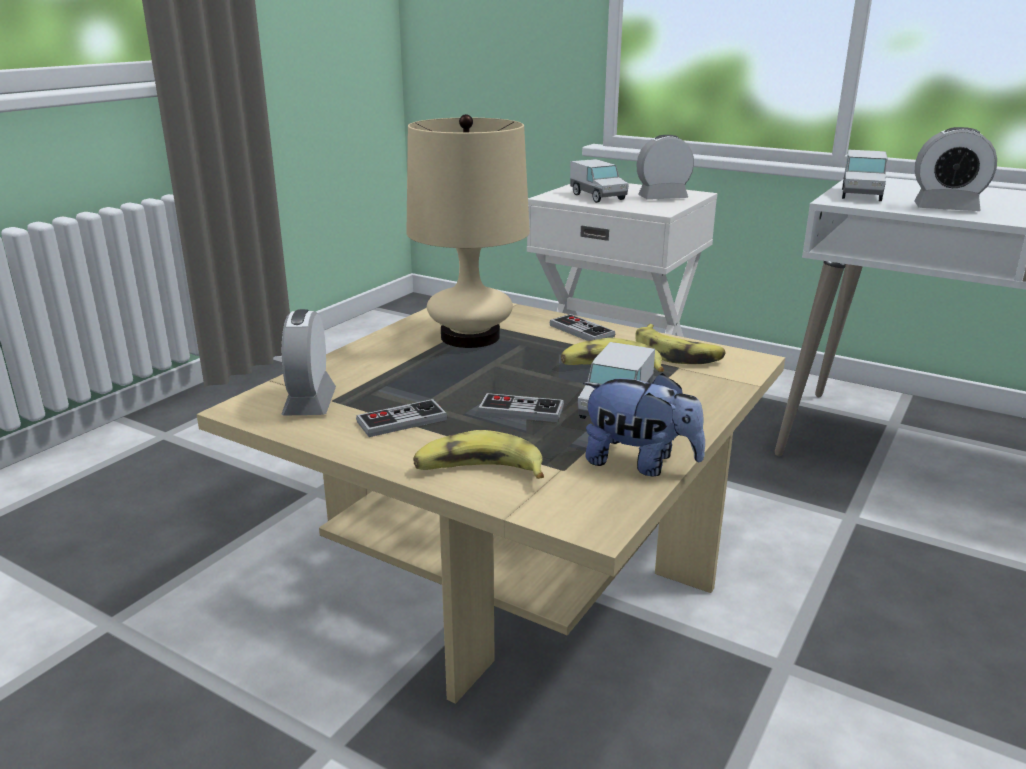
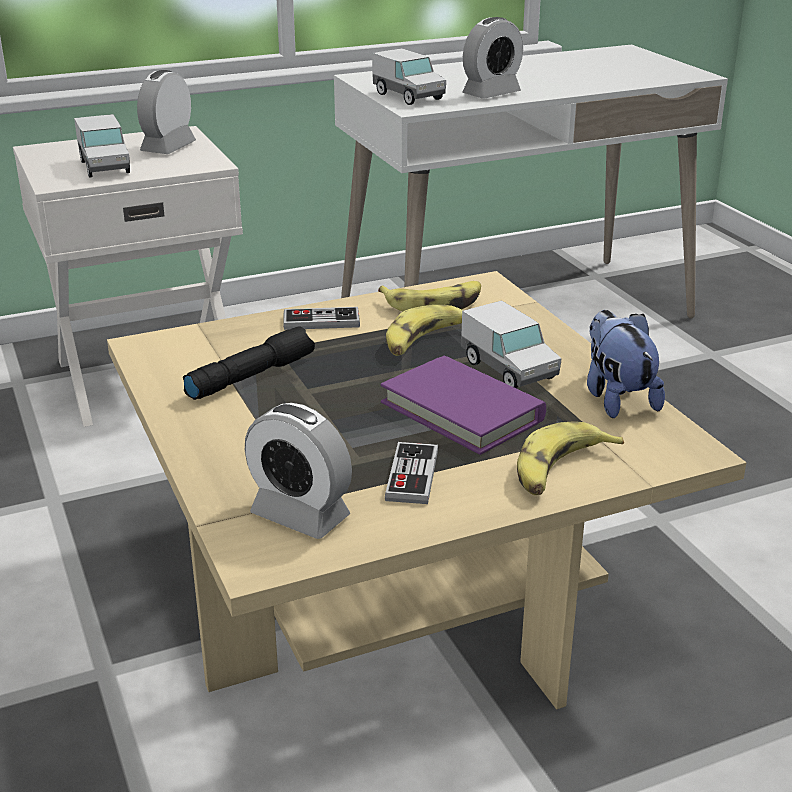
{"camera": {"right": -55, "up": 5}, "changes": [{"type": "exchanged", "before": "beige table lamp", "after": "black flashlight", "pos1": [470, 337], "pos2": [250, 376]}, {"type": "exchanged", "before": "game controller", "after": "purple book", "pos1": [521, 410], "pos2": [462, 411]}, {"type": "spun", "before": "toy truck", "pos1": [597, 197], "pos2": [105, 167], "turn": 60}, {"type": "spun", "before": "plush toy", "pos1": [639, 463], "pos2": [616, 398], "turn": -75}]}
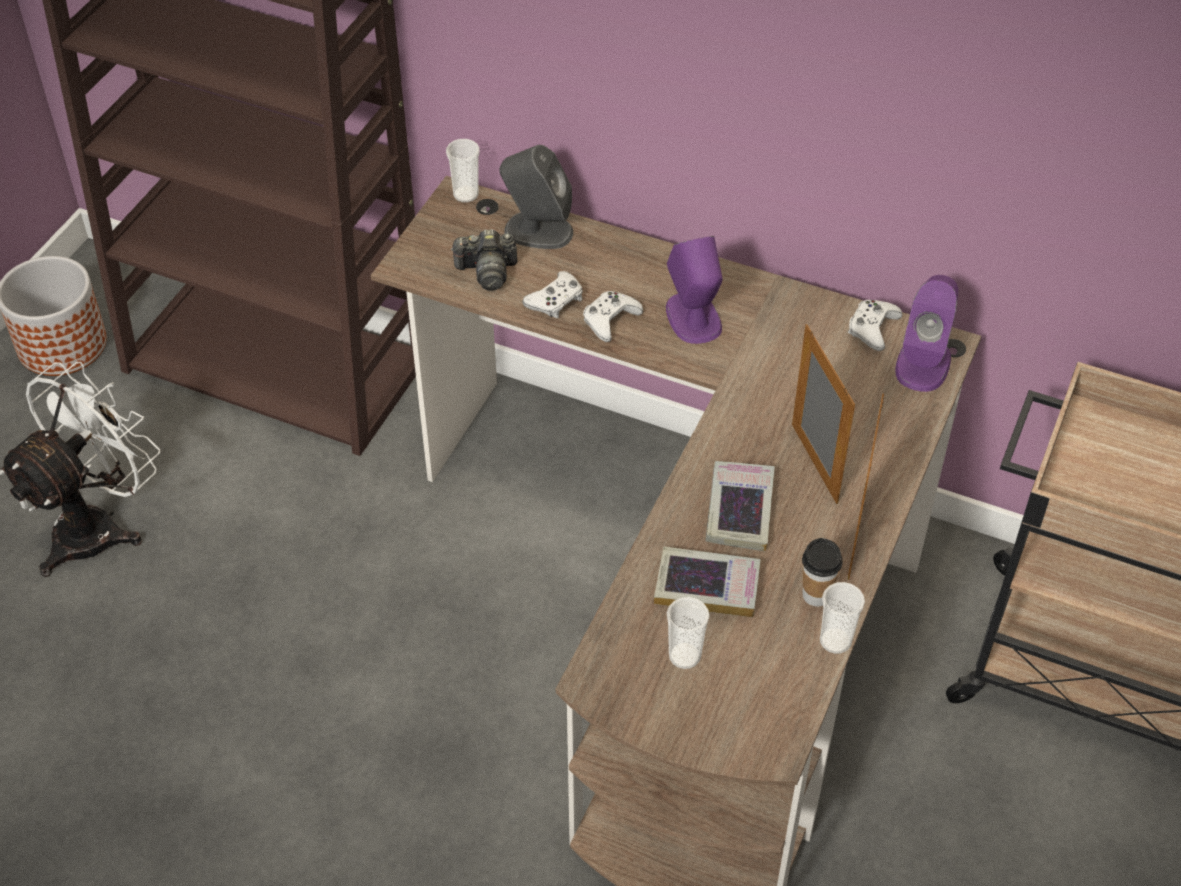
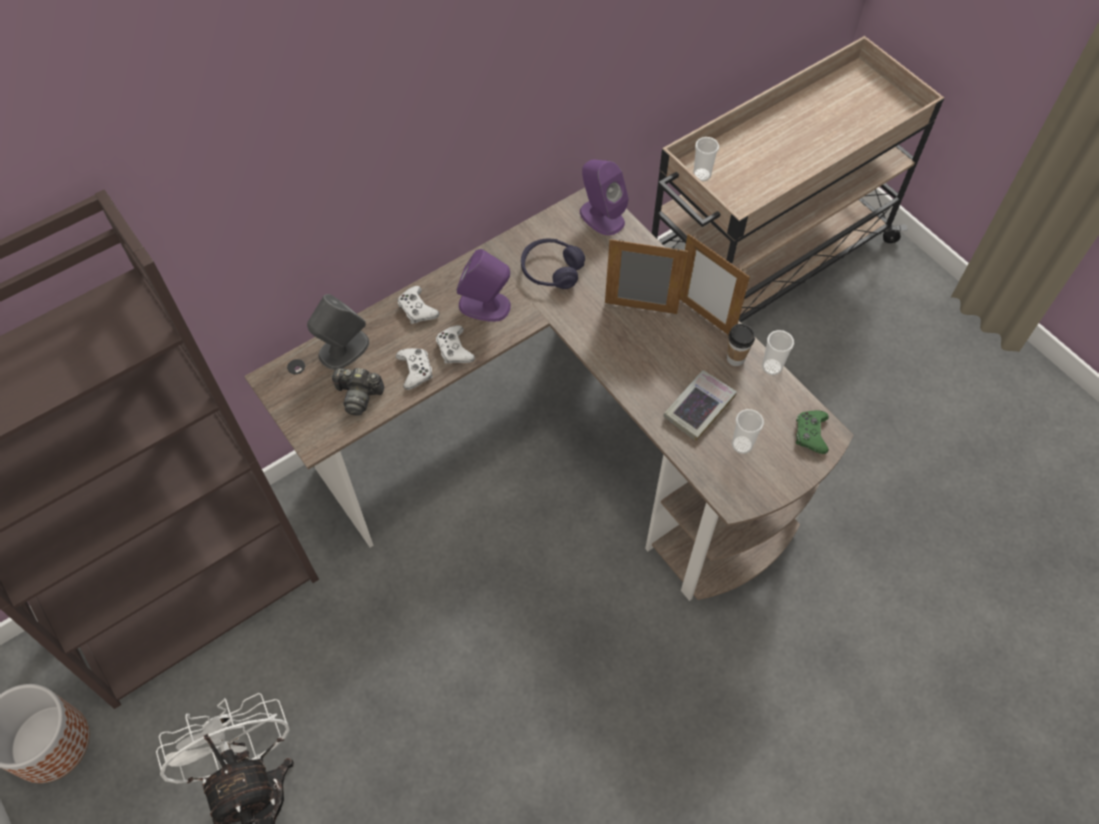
{"camera": {"right": -60, "up": 10}, "changes": [{"type": "relocated", "before": "cup", "pos1": [466, 194], "pos2": [702, 175]}, {"type": "spun", "before": "photo camera", "pos1": [487, 271], "pos2": [358, 396], "turn": 75}, {"type": "missing", "before": "book", "pos1": [739, 510]}, {"type": "relocated", "before": "white game controller", "pos1": [872, 328], "pos2": [417, 309]}, {"type": "appeared", "after": "purple headphones", "pos2": [551, 270]}, {"type": "appeared", "after": "green game controller", "pos2": [810, 434]}]}
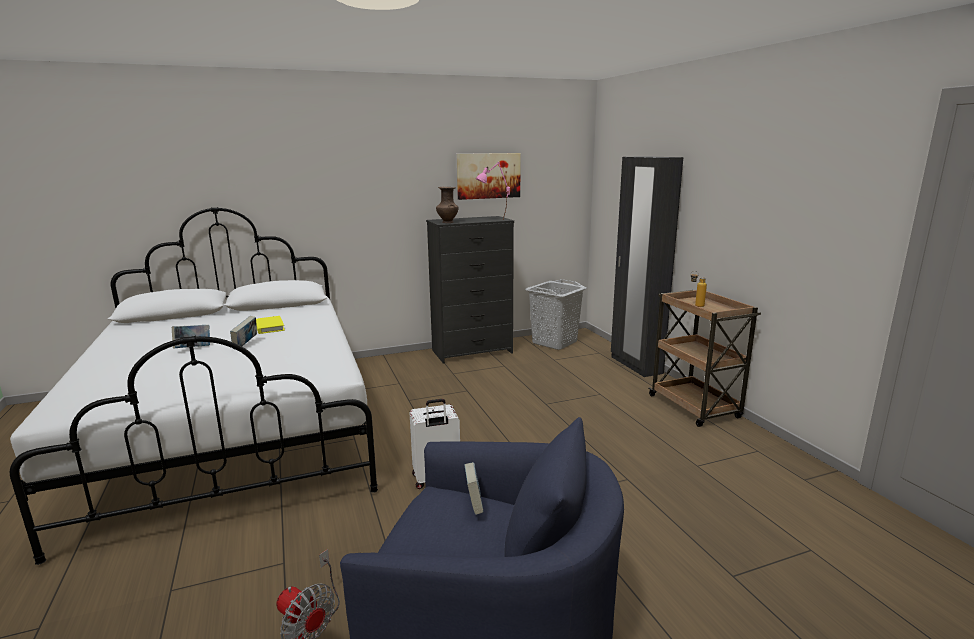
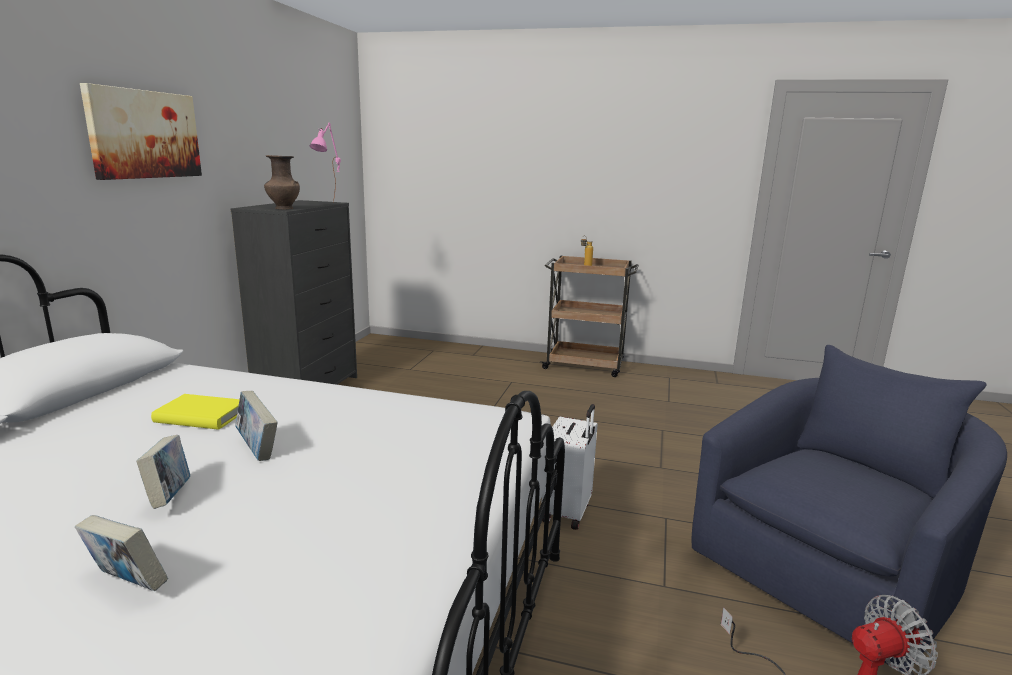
{"camera": {"right": -55, "up": 0}, "changes": [{"type": "relocated", "before": "picture", "pos1": [488, 175], "pos2": [144, 134]}, {"type": "relocated", "before": "book", "pos1": [474, 505], "pos2": [127, 585]}, {"type": "missing", "before": "grey laundry basket", "pos1": [555, 342]}, {"type": "missing", "before": "black wardrobe", "pos1": [635, 365]}]}
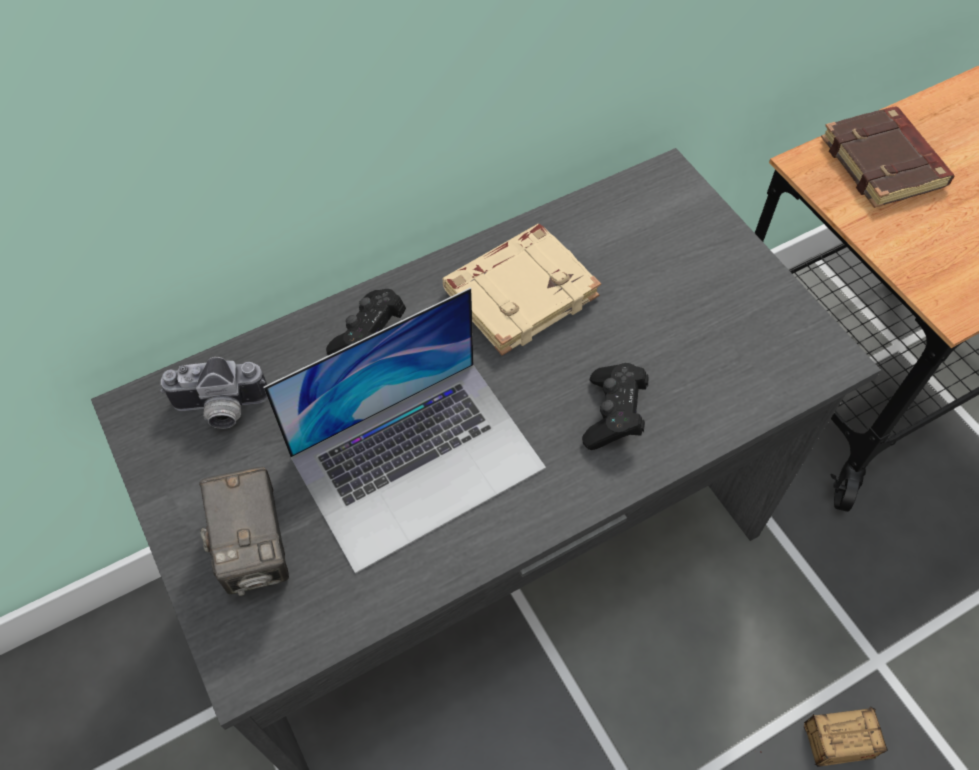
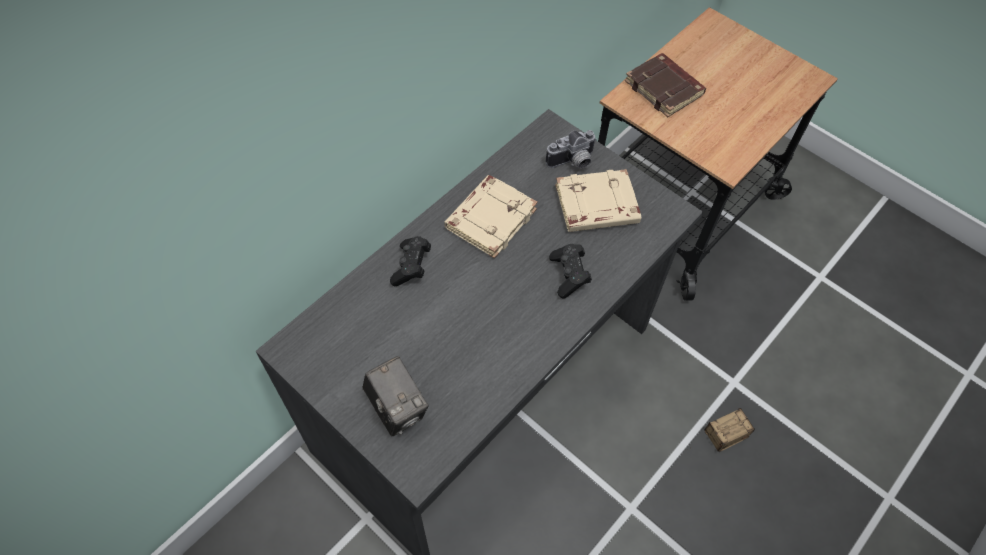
{"camera": {"right": -20, "up": 0}, "changes": [{"type": "relocated", "before": "photo camera", "pos1": [220, 410], "pos2": [572, 162]}, {"type": "missing", "before": "laptop", "pos1": [418, 461]}, {"type": "appeared", "after": "beige book", "pos2": [596, 206]}]}
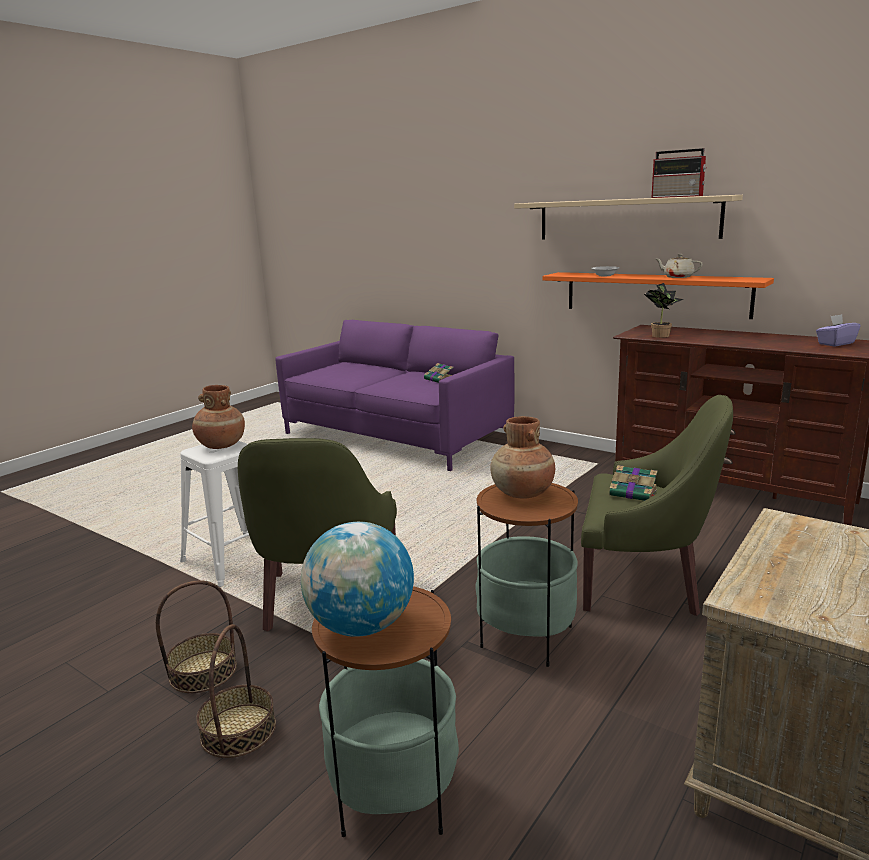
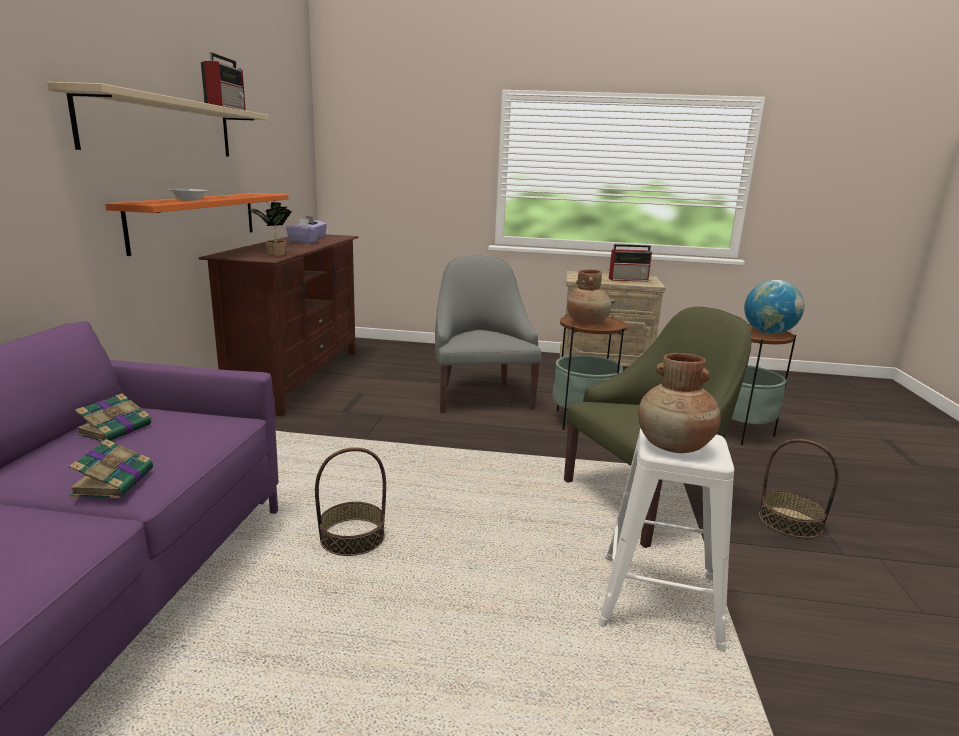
{"camera": {"right": -120, "up": 0}, "changes": [{"type": "relocated", "before": "basket", "pos1": [238, 730], "pos2": [352, 537]}, {"type": "colour", "before": "green armchair", "after": "grey armchair", "pos1": [644, 582], "pos2": [480, 396]}, {"type": "relocated", "before": "book", "pos1": [634, 493], "pos2": [114, 481]}, {"type": "missing", "before": "beige teapot", "pos1": [677, 277]}, {"type": "appeared", "after": "purple tissue box", "pos2": [303, 242]}, {"type": "appeared", "after": "radio", "pos2": [629, 279]}]}
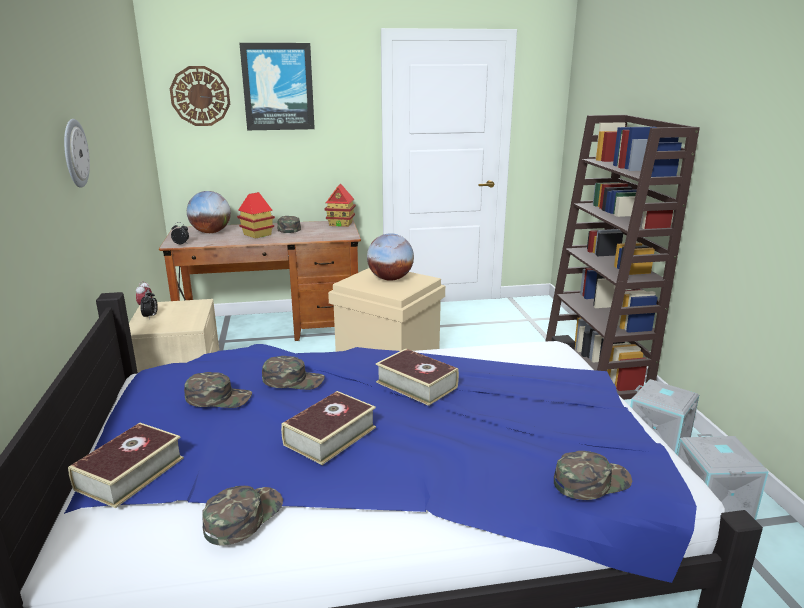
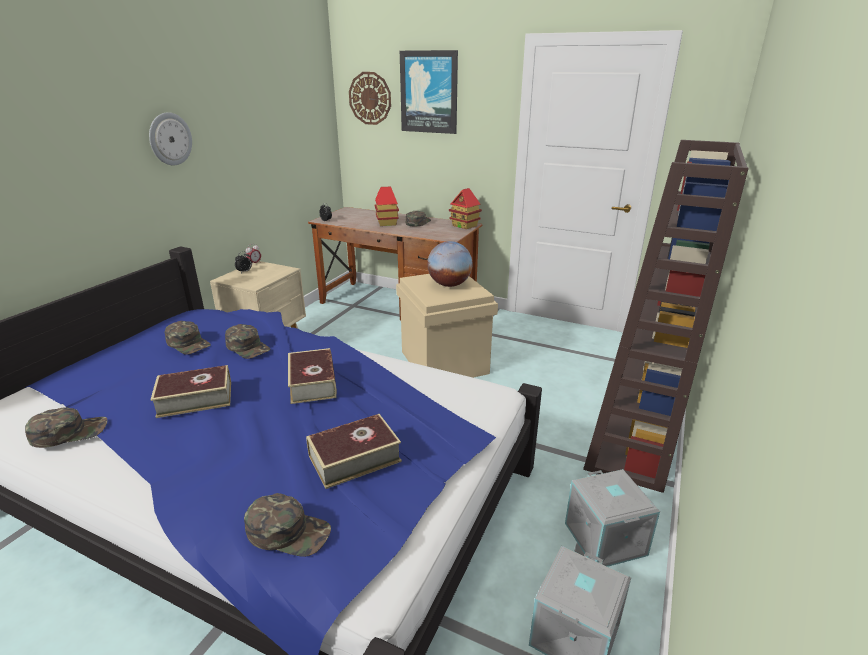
{"camera": {"right": 35, "up": 5}, "changes": [{"type": "relocated", "before": "book", "pos1": [130, 473], "pos2": [354, 458]}, {"type": "missing", "before": "globe", "pos1": [211, 232]}]}
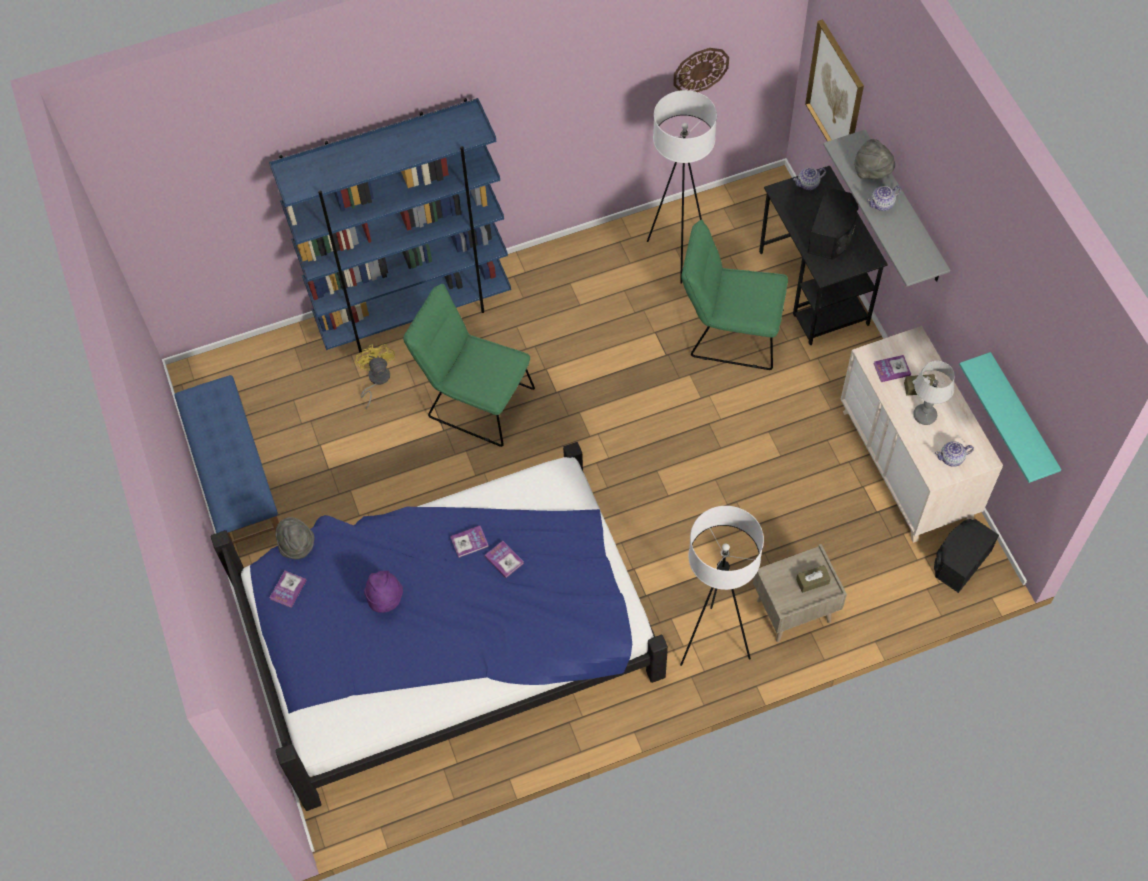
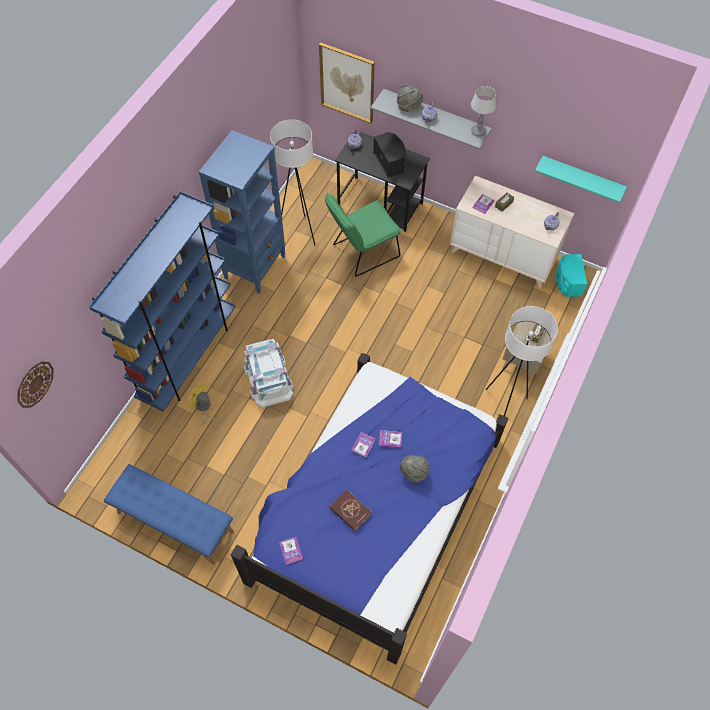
{"camera": {"right": -45, "up": 0}, "changes": [{"type": "relocated", "before": "grey hat", "pos1": [296, 545], "pos2": [414, 472]}, {"type": "exchanged", "before": "purple hat", "after": "red book", "pos1": [385, 599], "pos2": [350, 511]}, {"type": "exchanged", "before": "green chair", "after": "white storage box", "pos1": [475, 400], "pos2": [268, 378]}, {"type": "relocated", "before": "wall clock", "pos1": [700, 70], "pos2": [34, 384]}, {"type": "relocated", "before": "table lamp", "pos1": [924, 416], "pos2": [478, 132]}, {"type": "colour", "before": "black speaker", "after": "turquoise speaker", "pos1": [959, 561], "pos2": [567, 281]}, {"type": "appeared", "after": "blue bookcase", "pos2": [255, 267]}]}
